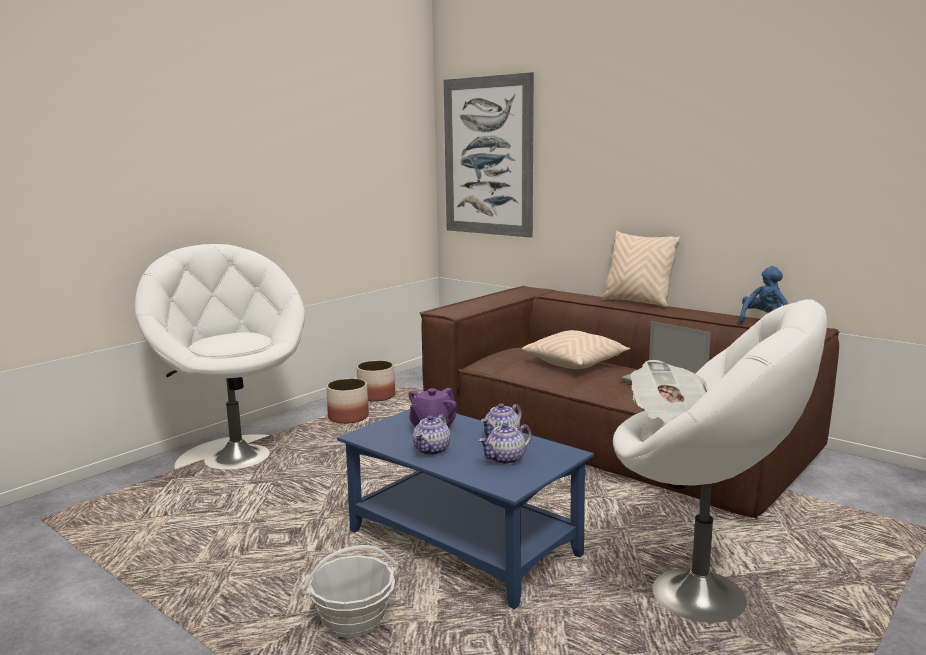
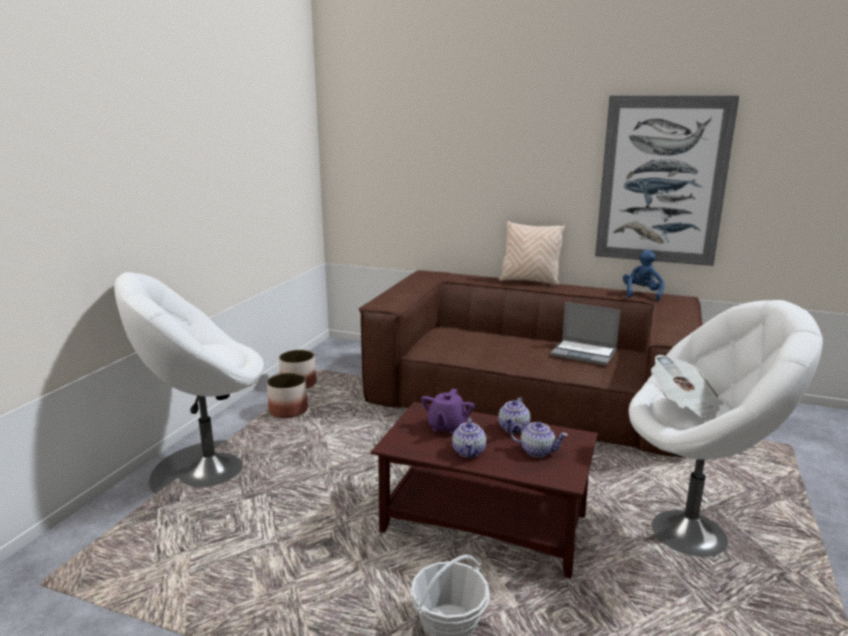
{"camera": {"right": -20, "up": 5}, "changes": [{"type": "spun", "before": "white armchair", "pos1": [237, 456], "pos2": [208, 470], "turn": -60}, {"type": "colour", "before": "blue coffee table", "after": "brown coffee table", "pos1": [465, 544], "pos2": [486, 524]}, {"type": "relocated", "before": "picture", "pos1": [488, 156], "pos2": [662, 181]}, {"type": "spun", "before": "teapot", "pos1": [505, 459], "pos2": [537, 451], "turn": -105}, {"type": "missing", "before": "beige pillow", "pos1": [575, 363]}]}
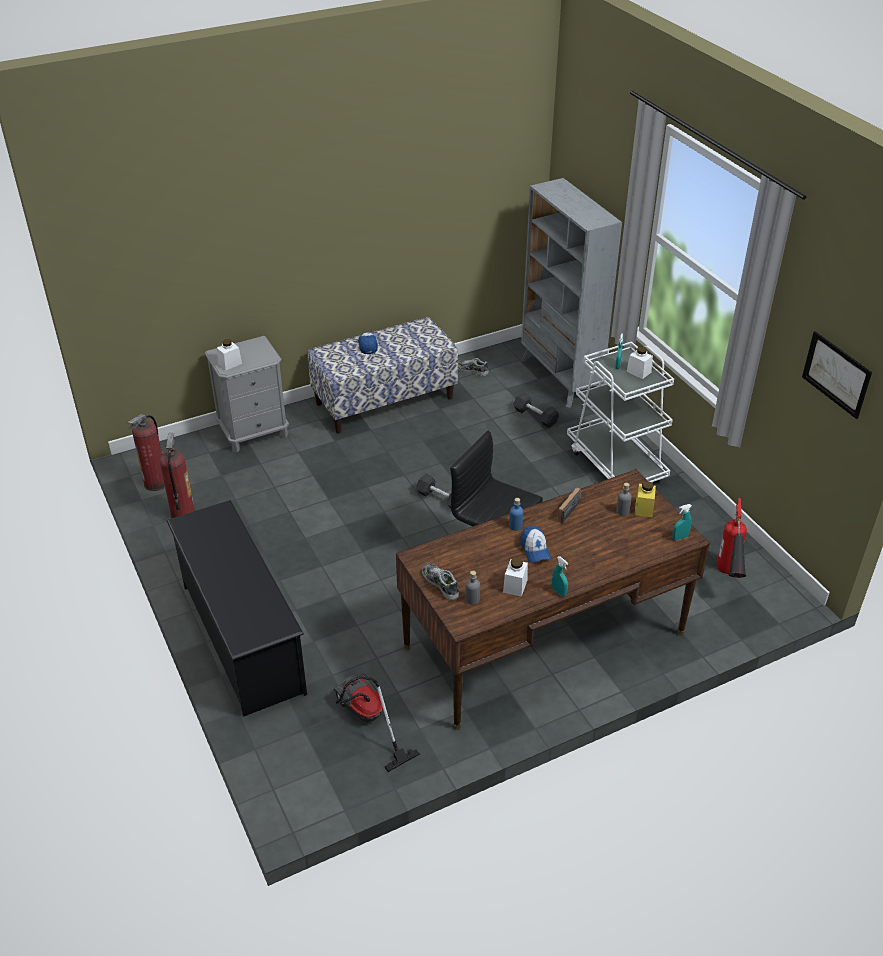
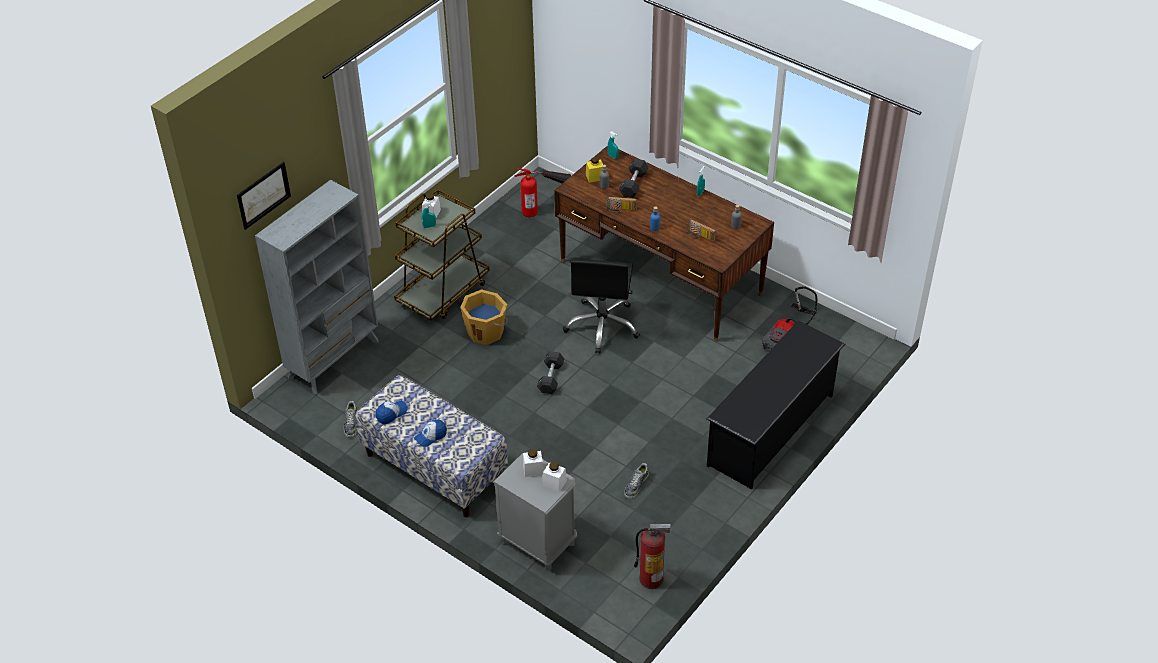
{"camera": {"right": -115, "up": 5}, "changes": [{"type": "missing", "before": "fire extinguisher", "pos1": [182, 513]}, {"type": "relocated", "before": "shoe", "pos1": [441, 584], "pos2": [636, 485]}, {"type": "relocated", "before": "white jar", "pos1": [515, 586], "pos2": [533, 470]}, {"type": "relocated", "before": "black dumbbell", "pos1": [535, 416], "pos2": [633, 184]}, {"type": "relocated", "before": "cap", "pos1": [535, 549], "pos2": [391, 414]}, {"type": "colour", "before": "white cart", "after": "brown cart", "pos1": [616, 463], "pos2": [443, 292]}, {"type": "relocated", "before": "picture", "pos1": [836, 374], "pos2": [263, 195]}, {"type": "appeared", "after": "orange bucket", "pos2": [486, 331]}, {"type": "appeared", "after": "radio", "pos2": [699, 236]}]}
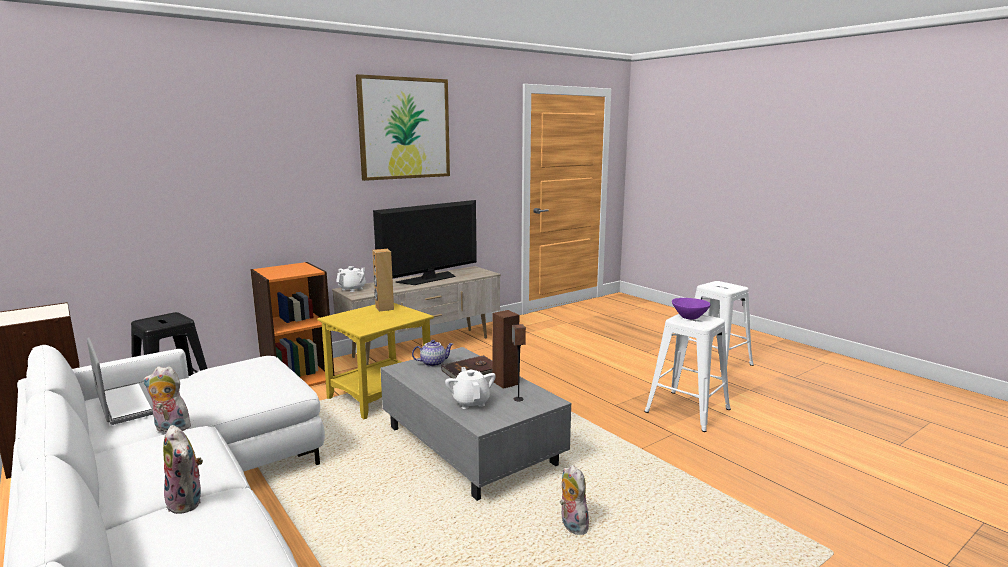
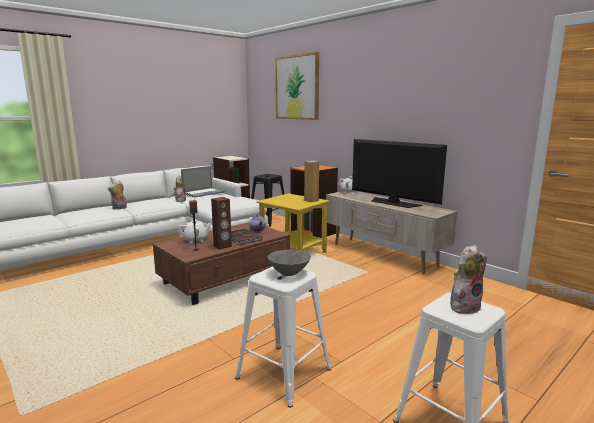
{"camera": {"right": 85, "up": 0}, "changes": [{"type": "relocated", "before": "picture", "pos1": [404, 128], "pos2": [297, 87]}, {"type": "colour", "before": "grey coffee table", "after": "brown coffee table", "pos1": [469, 445], "pos2": [226, 279]}, {"type": "relocated", "before": "plush toy", "pos1": [571, 525], "pos2": [464, 306]}, {"type": "colour", "before": "purple bowl", "after": "grey bowl", "pos1": [689, 317], "pos2": [289, 273]}]}
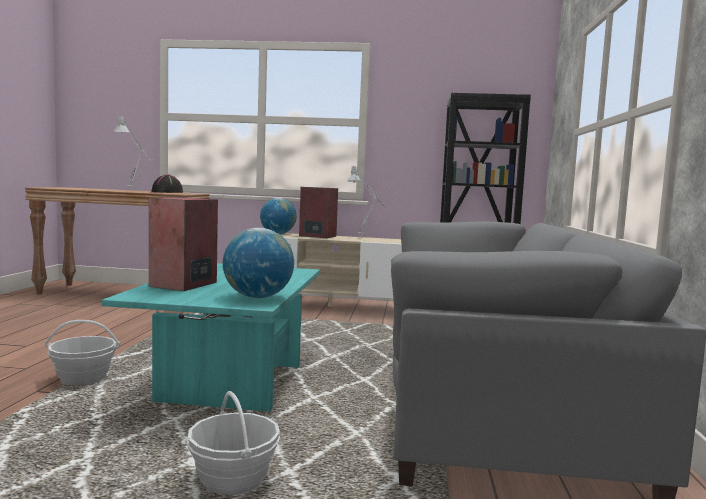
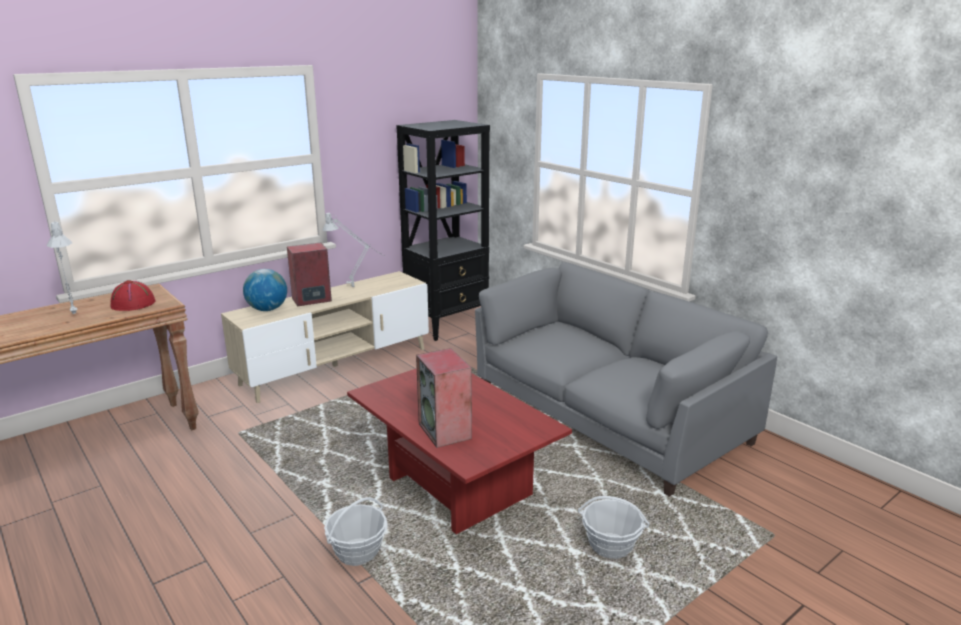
{"camera": {"right": -45, "up": 15}, "changes": [{"type": "colour", "before": "turquoise coffee table", "after": "red coffee table", "pos1": [229, 381], "pos2": [455, 487]}, {"type": "colour", "before": "black hat", "after": "red hat", "pos1": [167, 192], "pos2": [133, 304]}, {"type": "missing", "before": "globe", "pos1": [257, 297]}]}
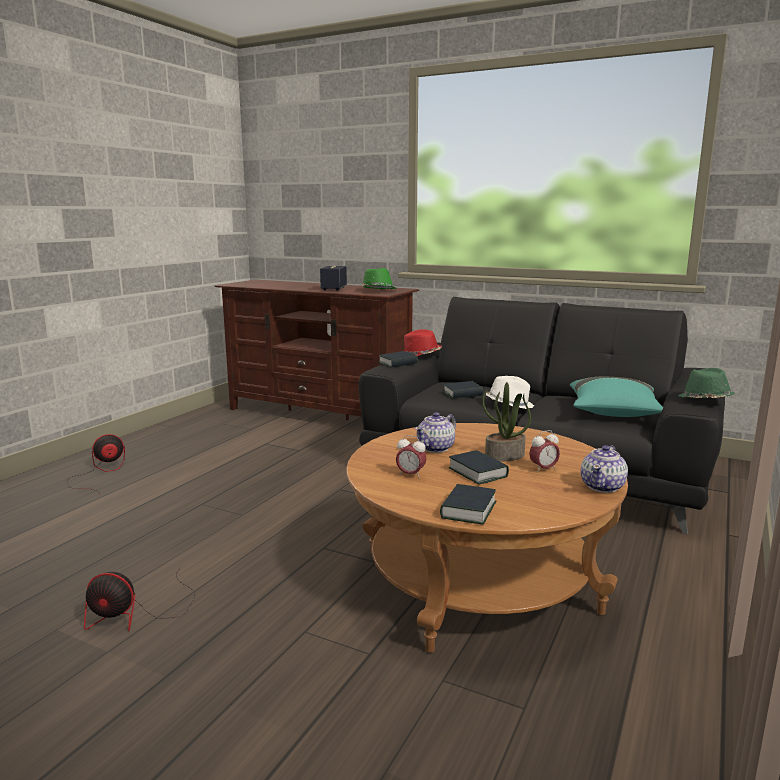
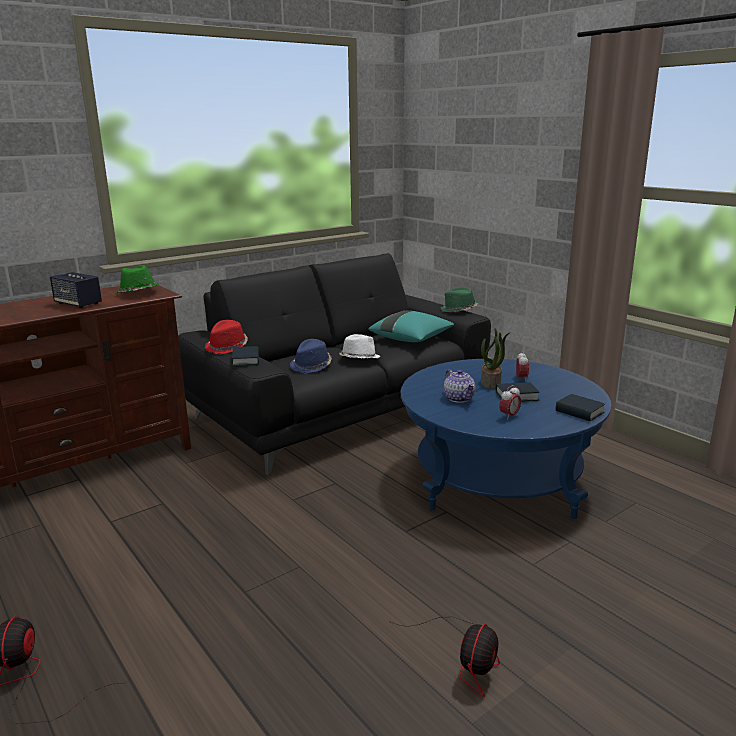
{"camera": {"right": -65, "up": 5}, "changes": [{"type": "colour", "before": "brown coffee table", "after": "blue coffee table", "pos1": [478, 581], "pos2": [497, 478]}, {"type": "exchanged", "before": "book", "after": "blue hat", "pos1": [462, 394], "pos2": [312, 366]}, {"type": "missing", "before": "teapot", "pos1": [603, 486]}]}
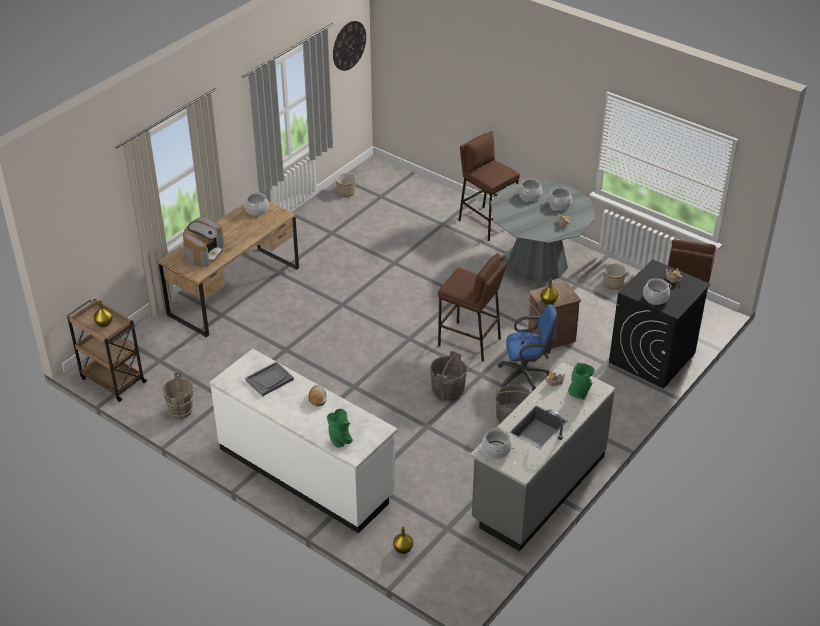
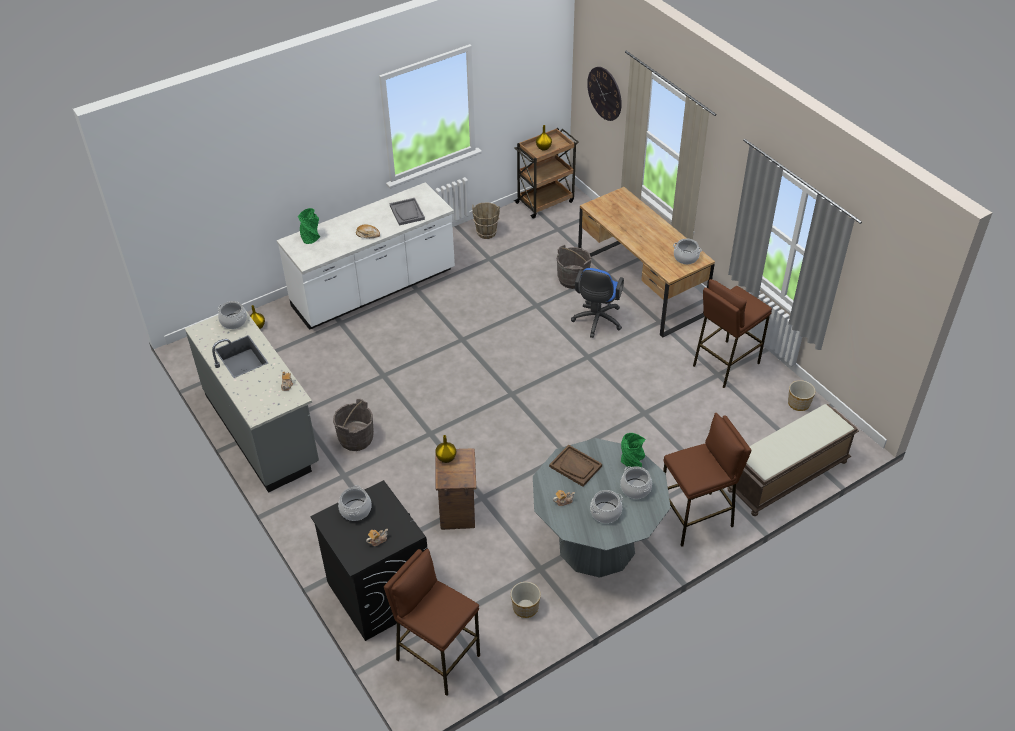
{"camera": {"right": 110, "up": 5}, "changes": [{"type": "missing", "before": "coffee machine", "pos1": [204, 253]}, {"type": "relocated", "before": "wall clock", "pos1": [349, 45], "pos2": [604, 93]}, {"type": "relocated", "before": "grey bucket", "pos1": [448, 390], "pos2": [573, 279]}, {"type": "relocated", "before": "brown stool", "pos1": [469, 342], "pos2": [725, 364]}, {"type": "relocated", "before": "blue office chair", "pos1": [526, 376], "pos2": [596, 322]}, {"type": "relocated", "before": "green vase", "pos1": [580, 392], "pos2": [632, 462]}, {"type": "appeared", "after": "brown tray", "pos2": [575, 466]}, {"type": "appeared", "after": "brown bench", "pos2": [787, 477]}]}
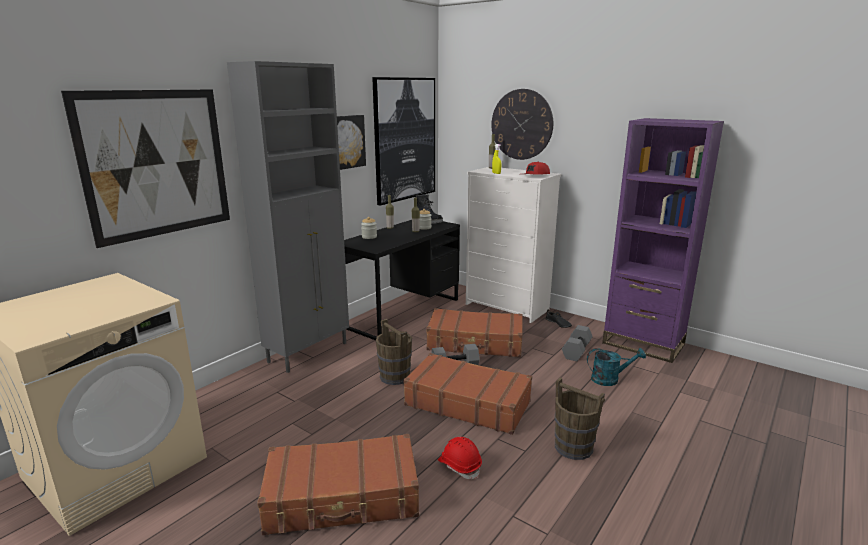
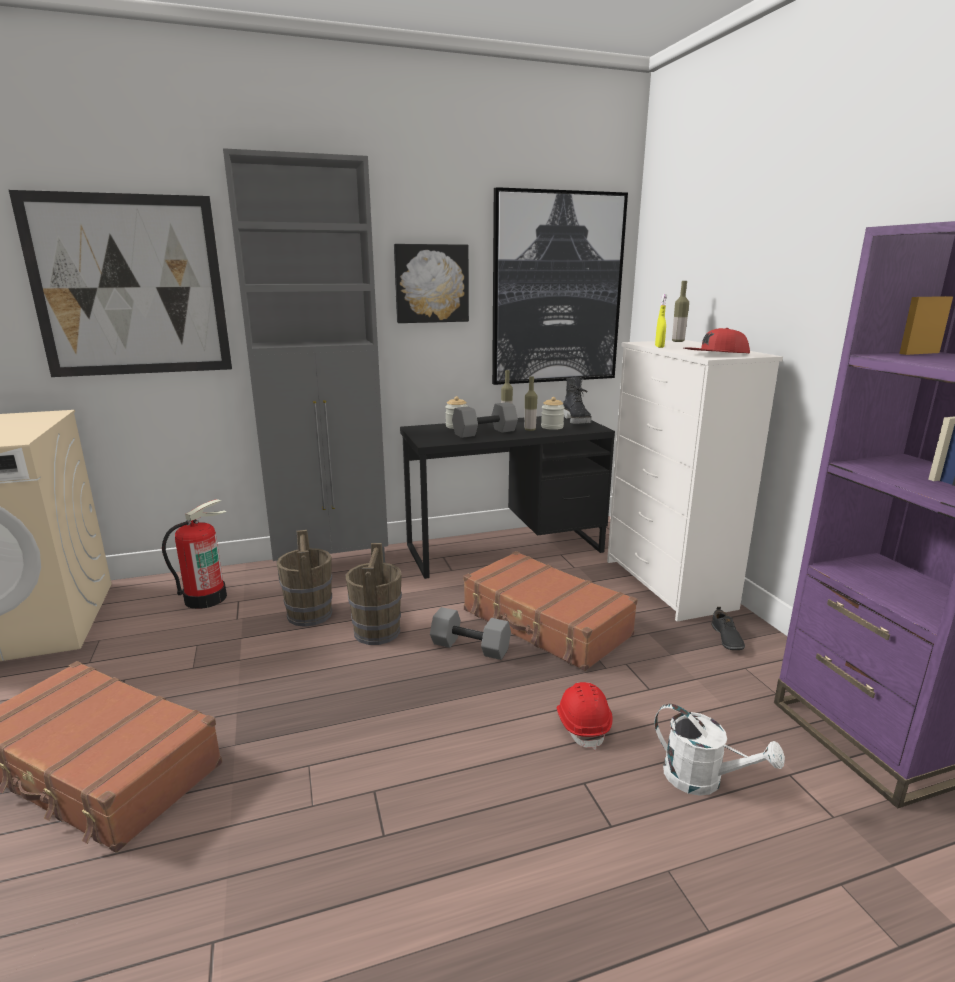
{"camera": {"right": 35, "up": 0}, "changes": [{"type": "missing", "before": "brown suitcase", "pos1": [467, 403]}, {"type": "relocated", "before": "red hard hat", "pos1": [459, 466], "pos2": [583, 724]}, {"type": "missing", "before": "wall clock", "pos1": [521, 124]}, {"type": "relocated", "before": "brown bucket", "pos1": [573, 447], "pos2": [309, 615]}, {"type": "relocated", "before": "grey dumbbell", "pos1": [576, 350], "pos2": [485, 432]}, {"type": "colour", "before": "turquoise watering can", "after": "white watering can", "pos1": [610, 379], "pos2": [703, 779]}, {"type": "appeared", "after": "fire extinguisher", "pos2": [205, 598]}]}
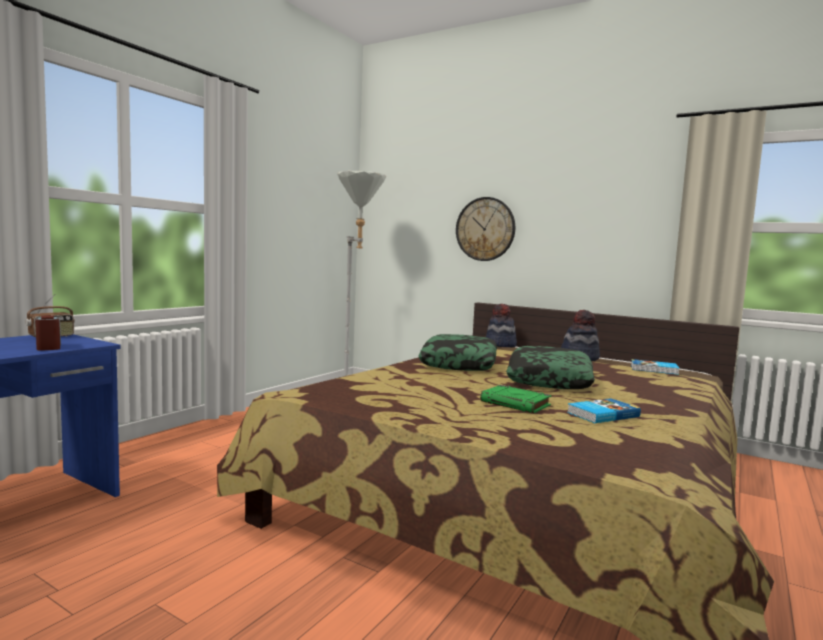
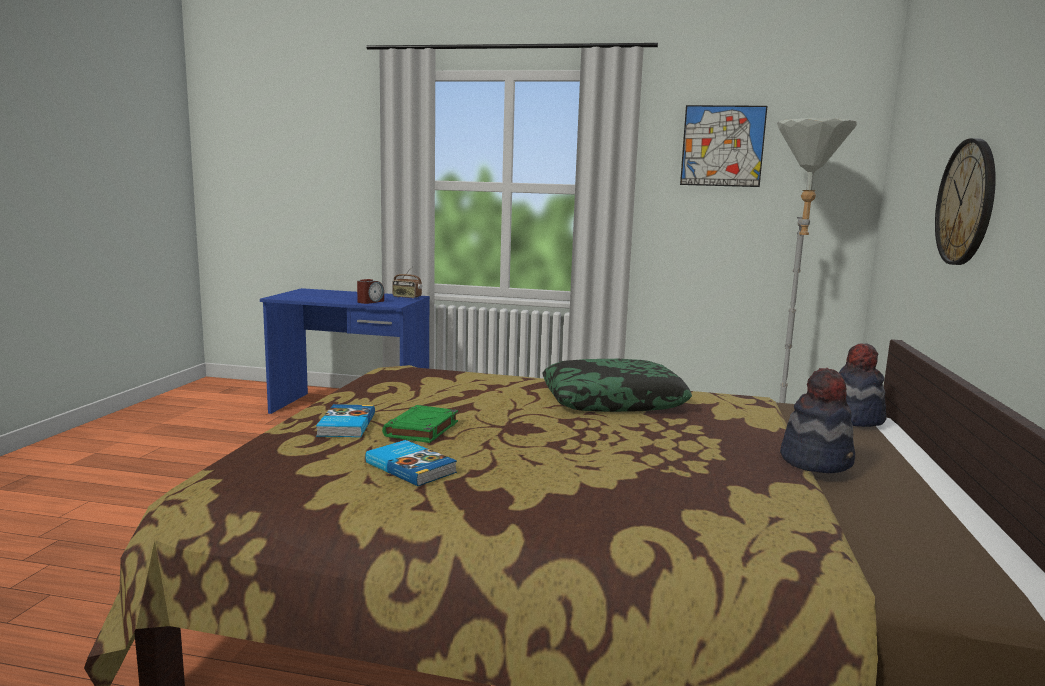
{"camera": {"right": 70, "up": 5}, "changes": [{"type": "missing", "before": "pillow", "pos1": [548, 379]}, {"type": "relocated", "before": "book", "pos1": [654, 369], "pos2": [345, 425]}, {"type": "appeared", "after": "picture", "pos2": [722, 146]}]}
